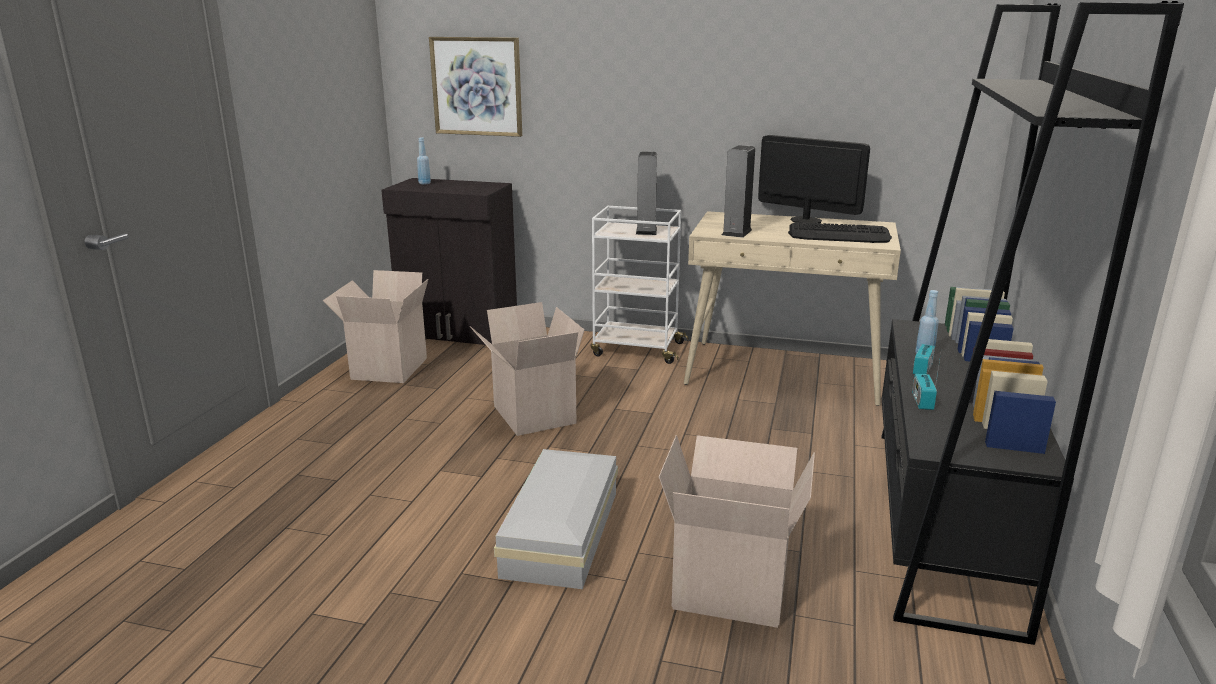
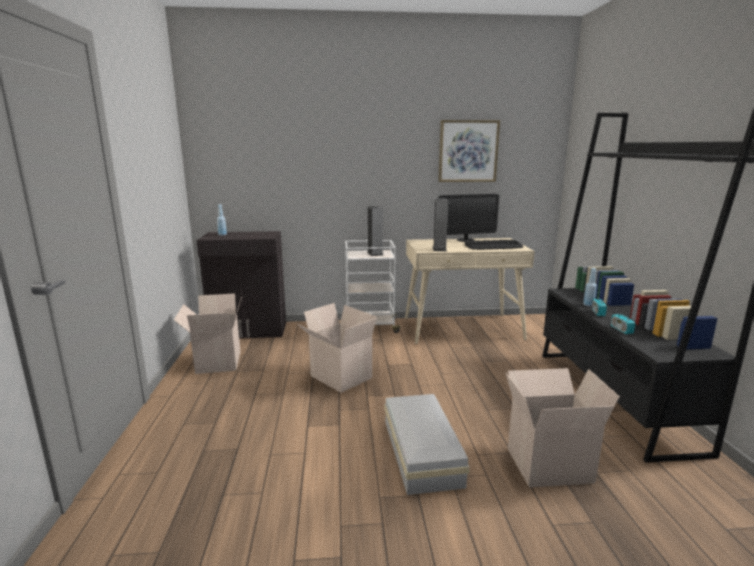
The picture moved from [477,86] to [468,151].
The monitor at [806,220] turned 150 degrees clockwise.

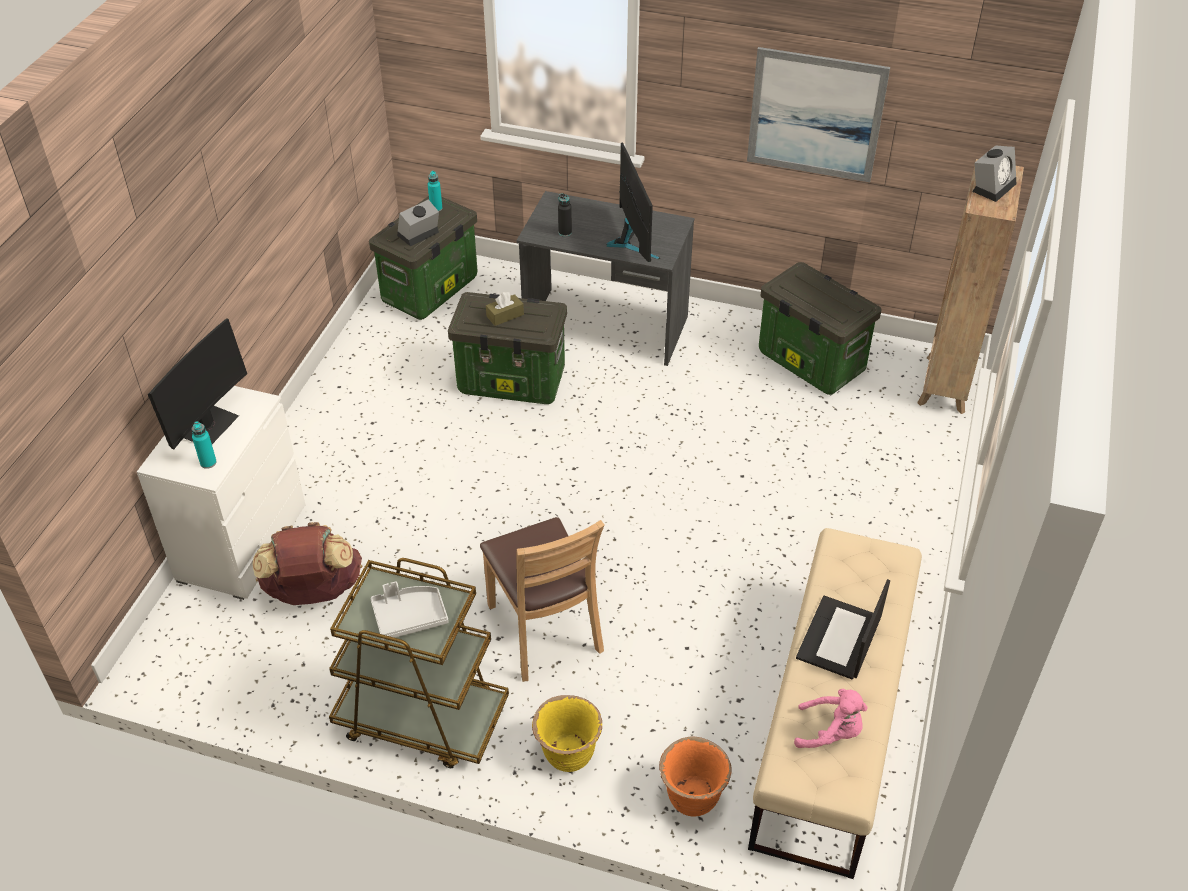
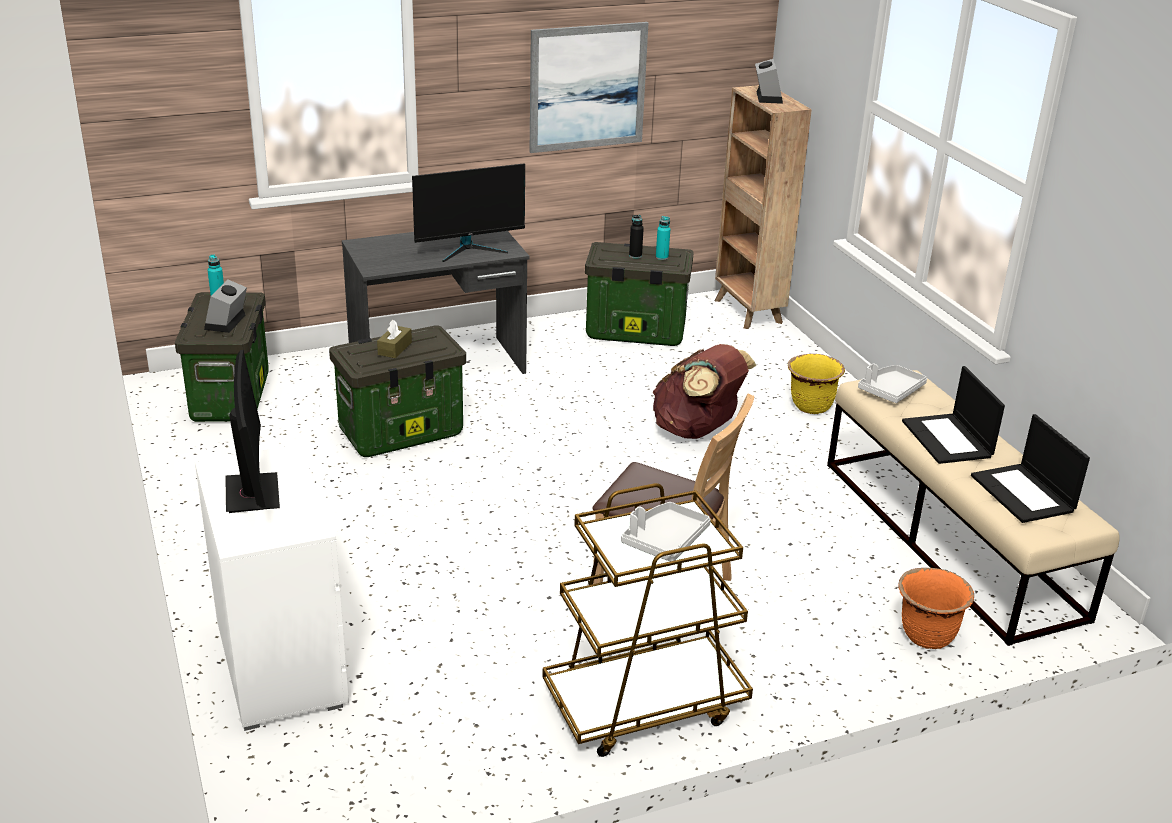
The bottle in turquoise moved from [208,462] to [662,257].
The backpack in brown moved from [313,592] to [697,430].
The planter in yellow moved from [568,754] to [811,406].
The bottle in black moved from [565,232] to [635,256].
The monitor at [631,242] turned 120 degrees clockwise.
The plush toy in pink at [830,732] was replaced by the laptop at [1024,494].
The tray in grey at [890,391] appeared.

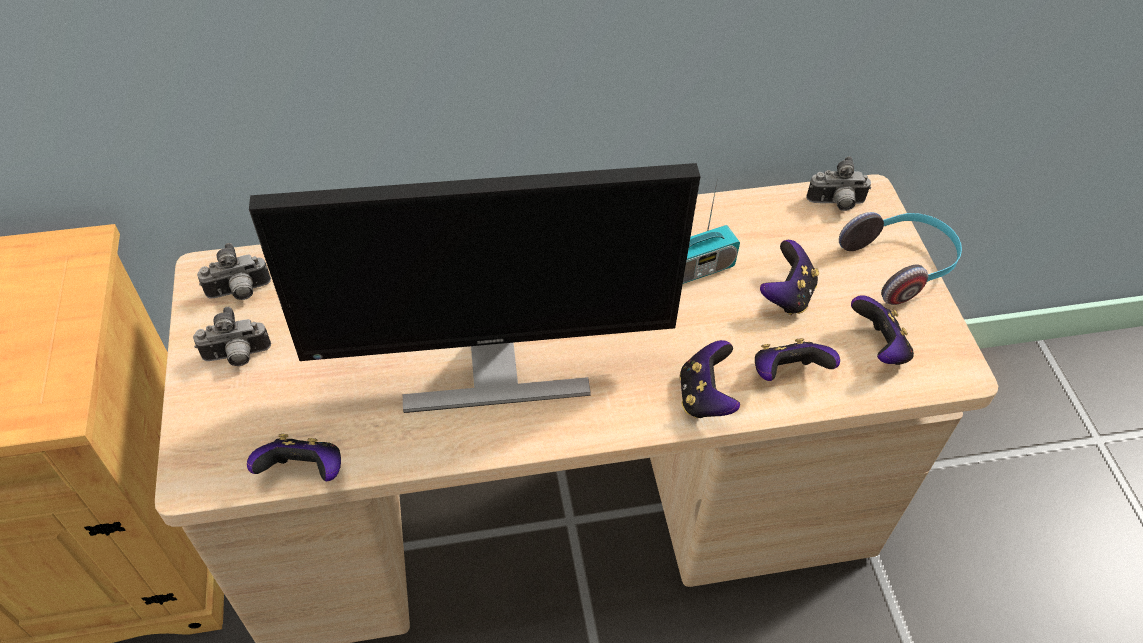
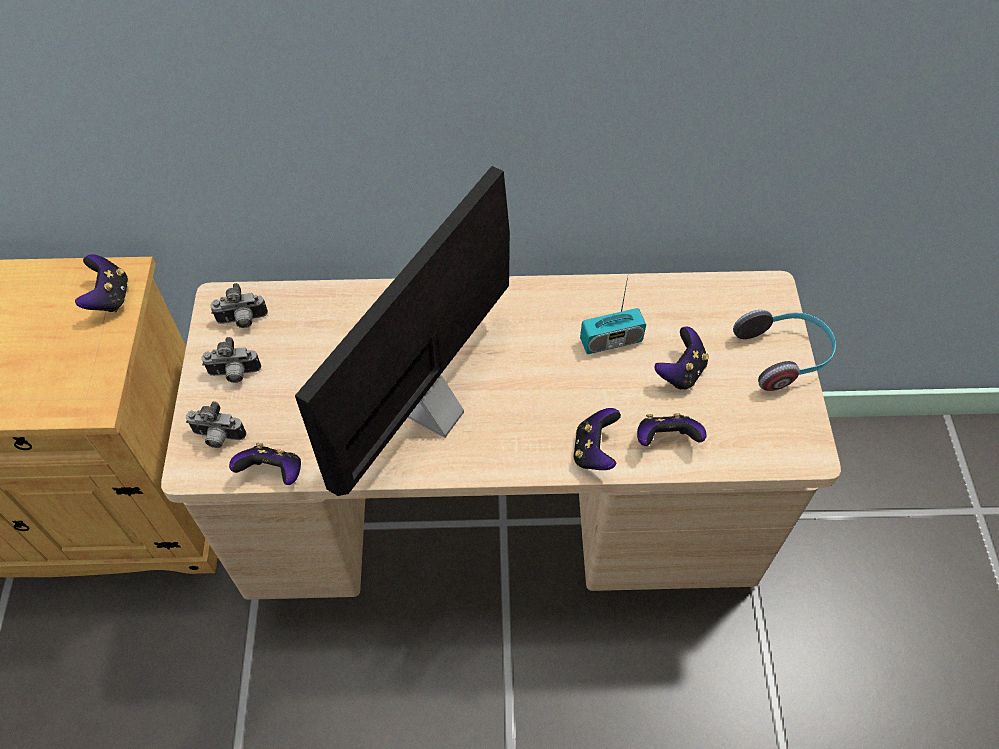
The monitor at [492,371] turned 120 degrees clockwise.
The photo camera moved from [836,204] to [218,437].
The game controller moved from [878,347] to [110,298].

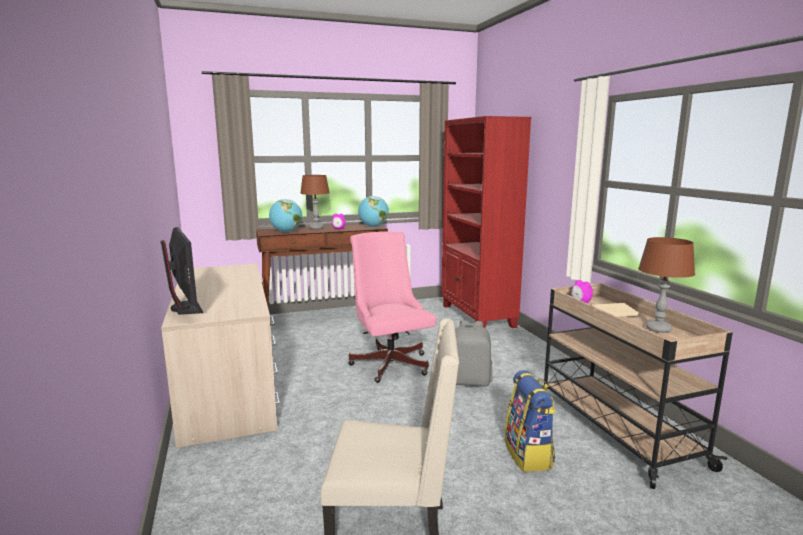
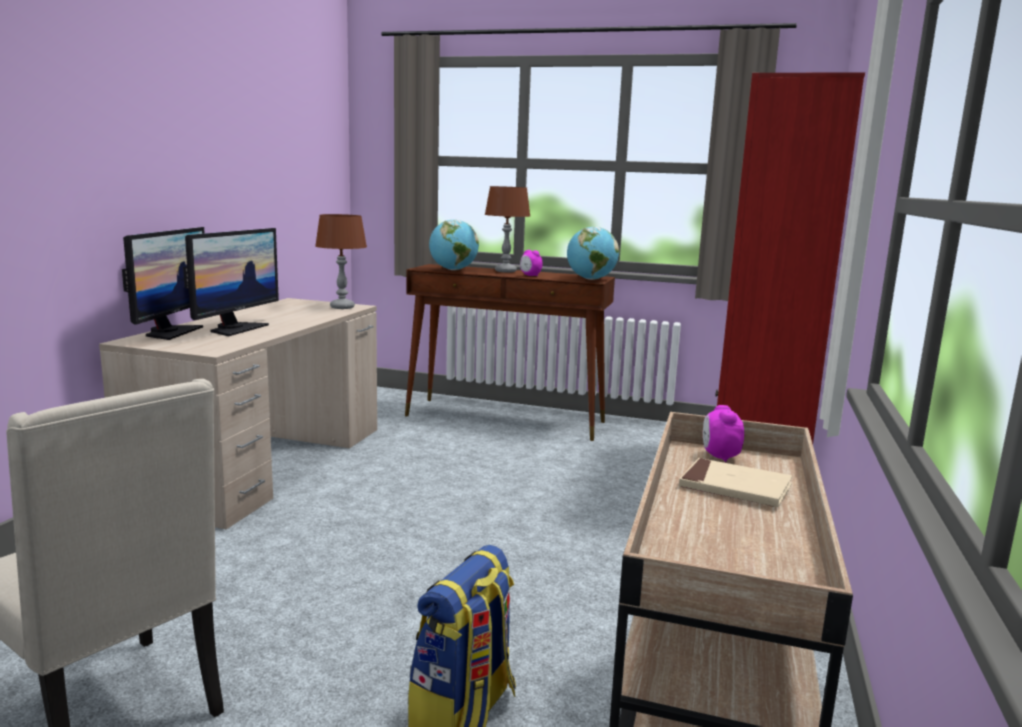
The office chair in pink at [389,362] disappeared.
The backpack in grey at [469,381] disappeared.
The table lamp in brown moved from [658,329] to [342,307].
The monitor at [235,329] appeared.

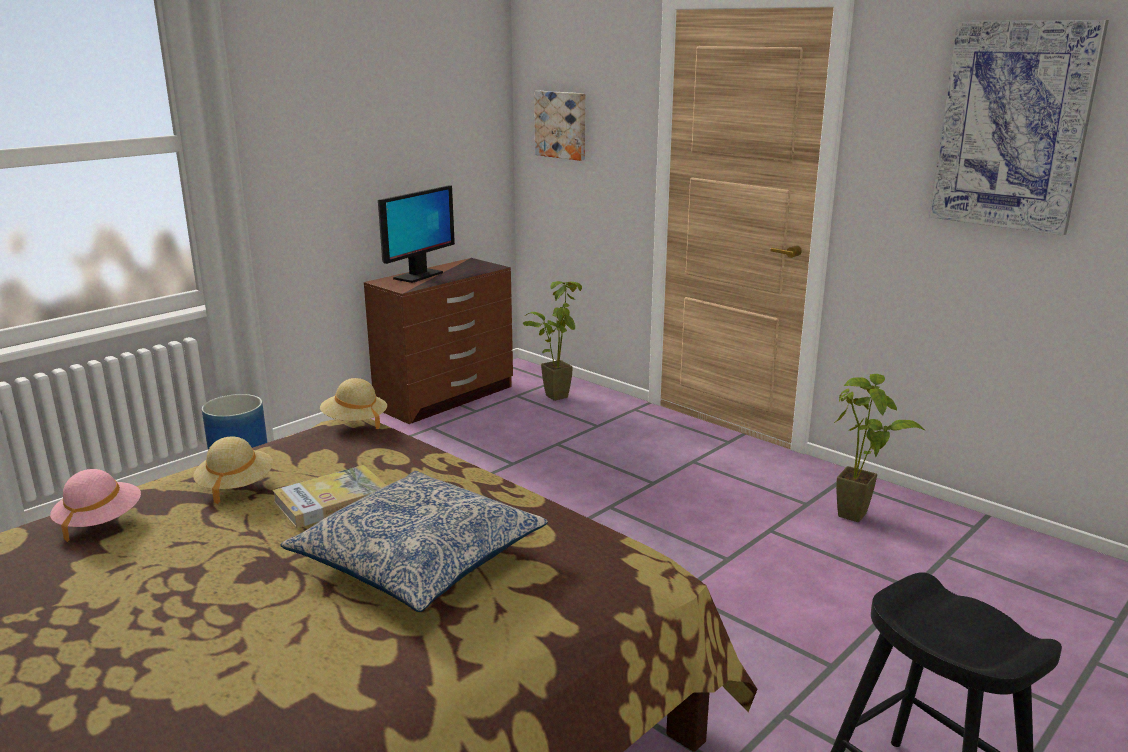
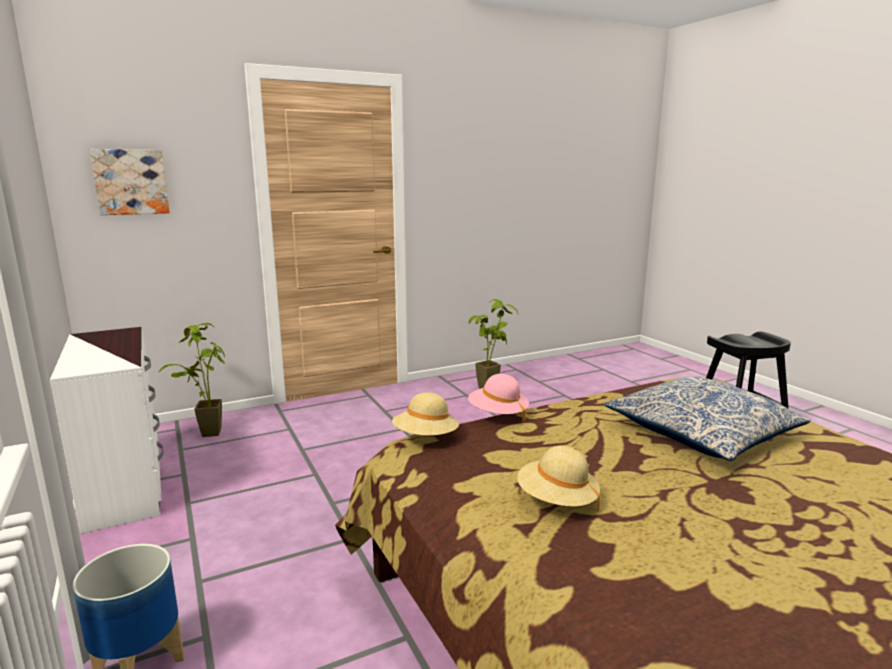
The hat in pink moved from [100,521] to [498,414].
The book at [332,501] disappeared.
The dresser in brown at [446,397] became the dresser in white at [126,484].
The monitor at [418,276] disappeared.
The picture at [1013,126] disappeared.

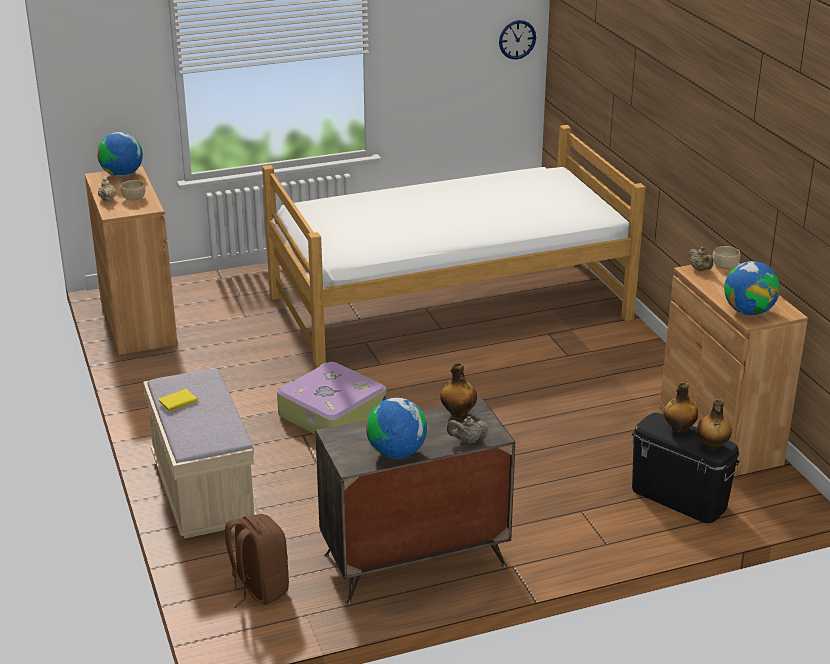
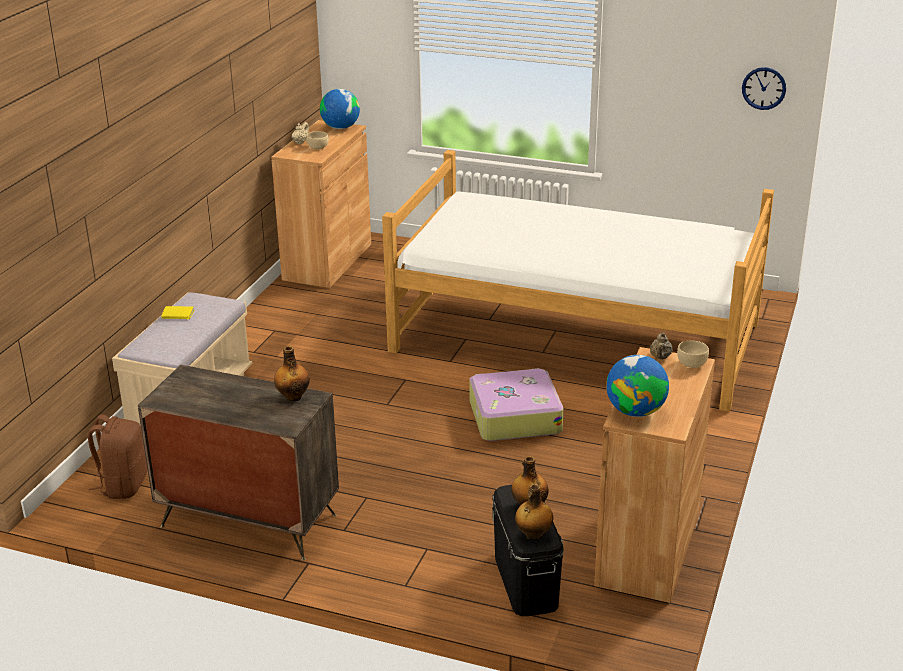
The suitcase moved from [331,414] to [514,416].
The globe at [396,453] disappeared.
The teapot in beige at [467,441] disappeared.

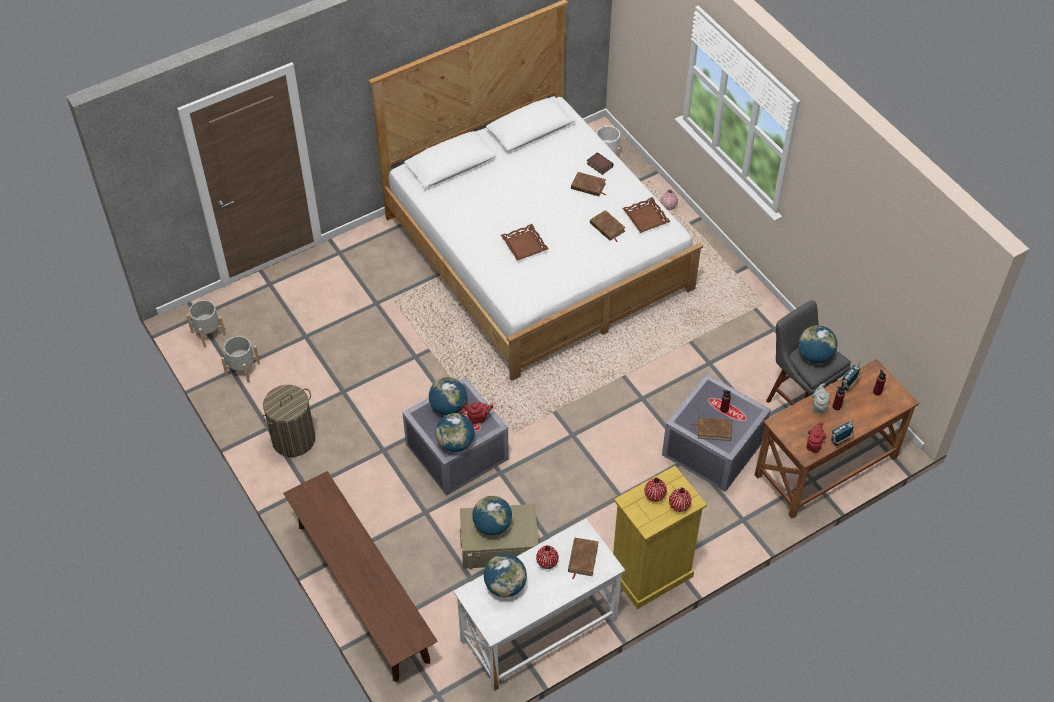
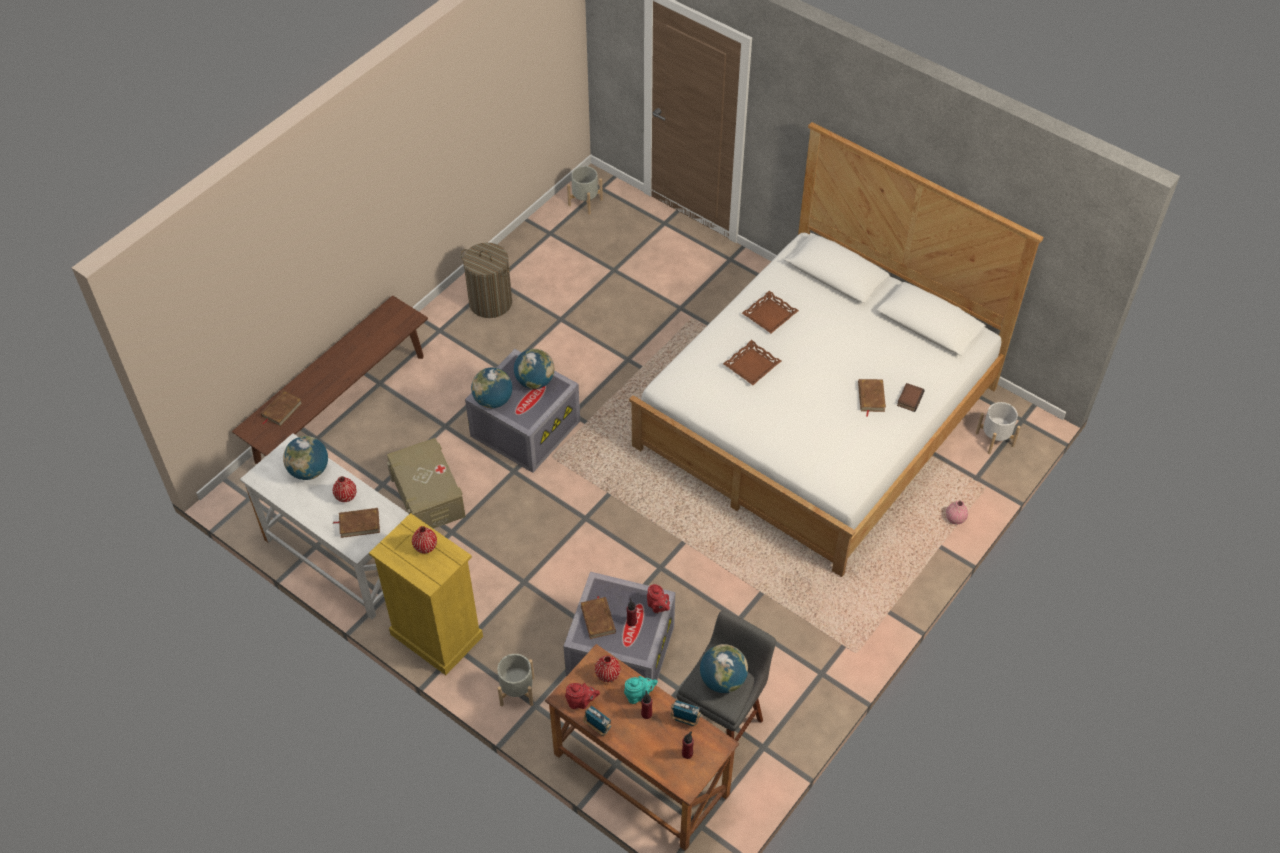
The planter in grey moved from [242,369] to [517,691].
The teapot in red moved from [479,418] to [658,607].
The globe at [492,525] disappeared.
The book in brown moved from [607,227] to [281,410].
The tray in brown moved from [646,218] to [770,315].
The vase in red moved from [679,505] to [607,674].
The teapot in grey at [819,406] became the teapot in turquoise at [639,695].

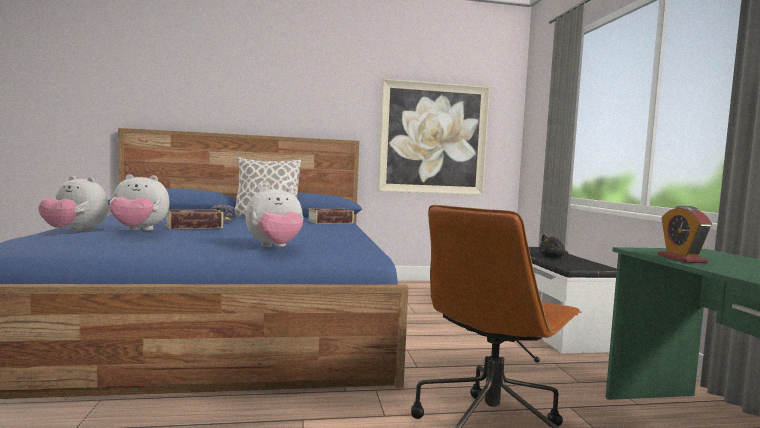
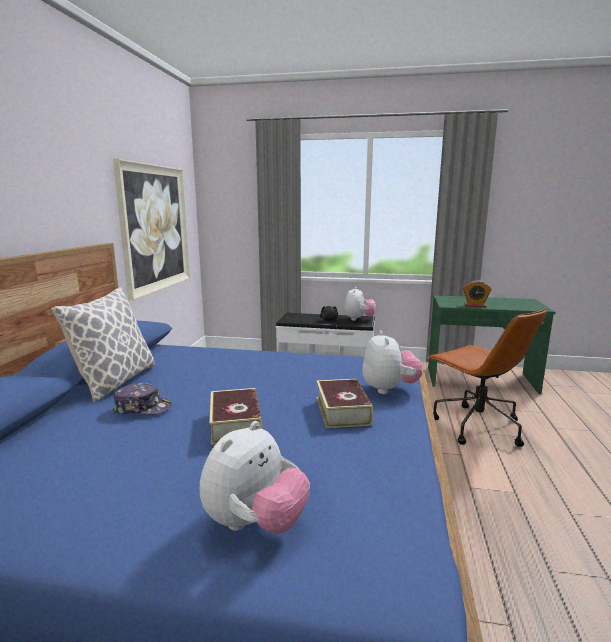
The plush toy moved from [138,230] to [358,319].
The book moved from [330,221] to [342,411].

